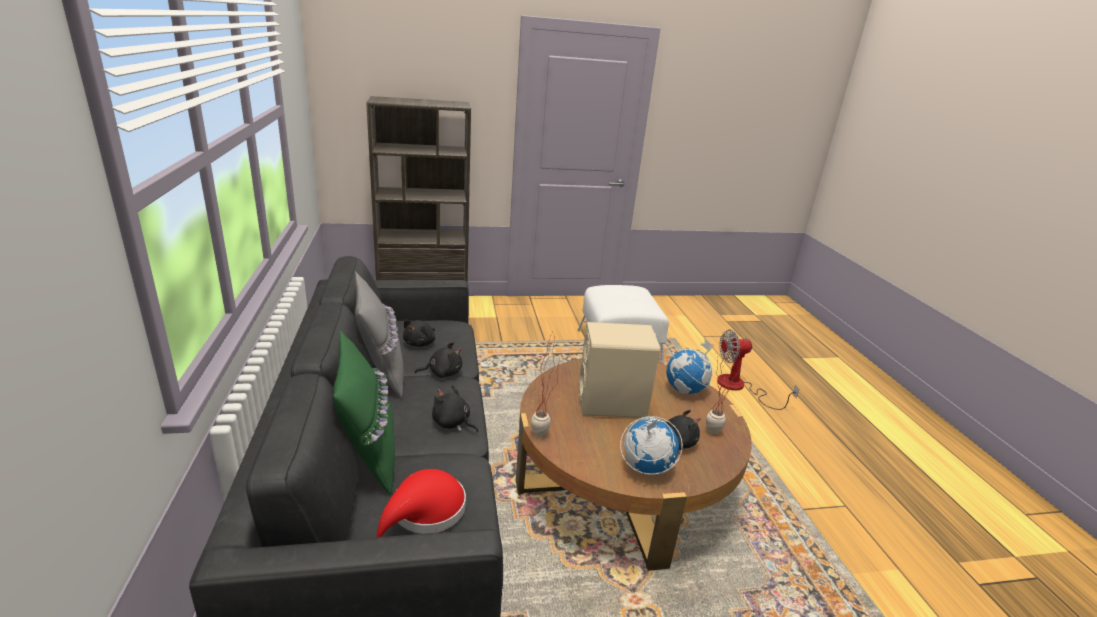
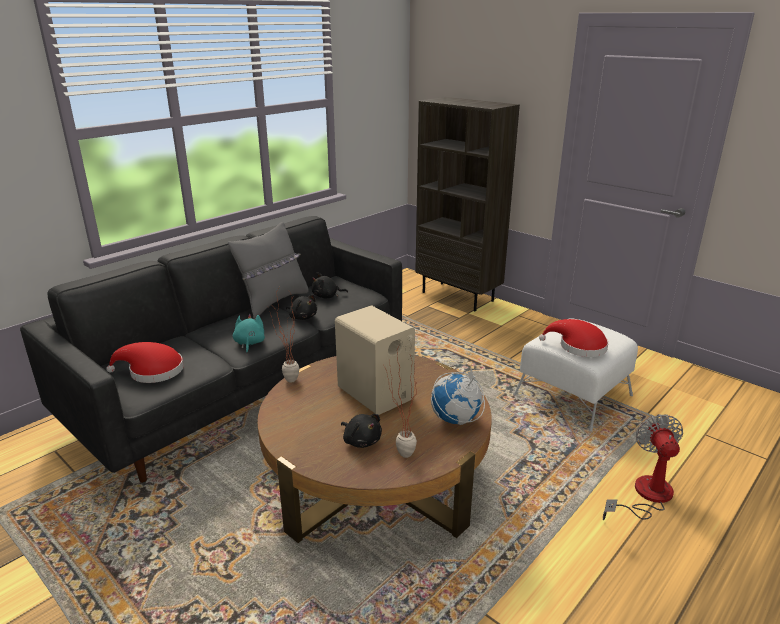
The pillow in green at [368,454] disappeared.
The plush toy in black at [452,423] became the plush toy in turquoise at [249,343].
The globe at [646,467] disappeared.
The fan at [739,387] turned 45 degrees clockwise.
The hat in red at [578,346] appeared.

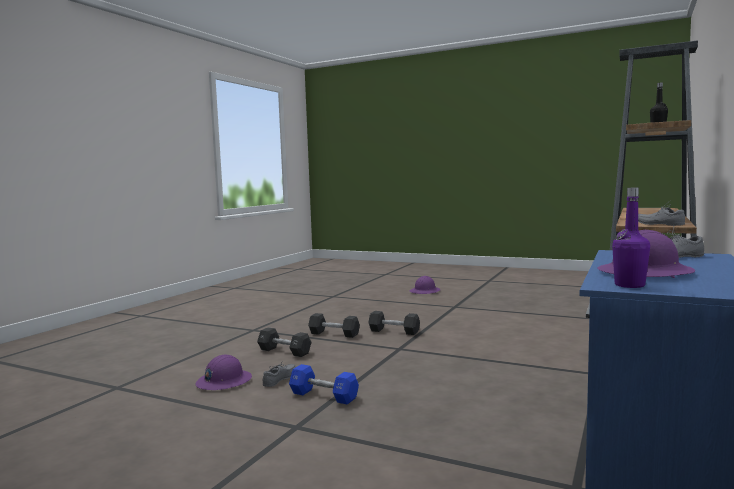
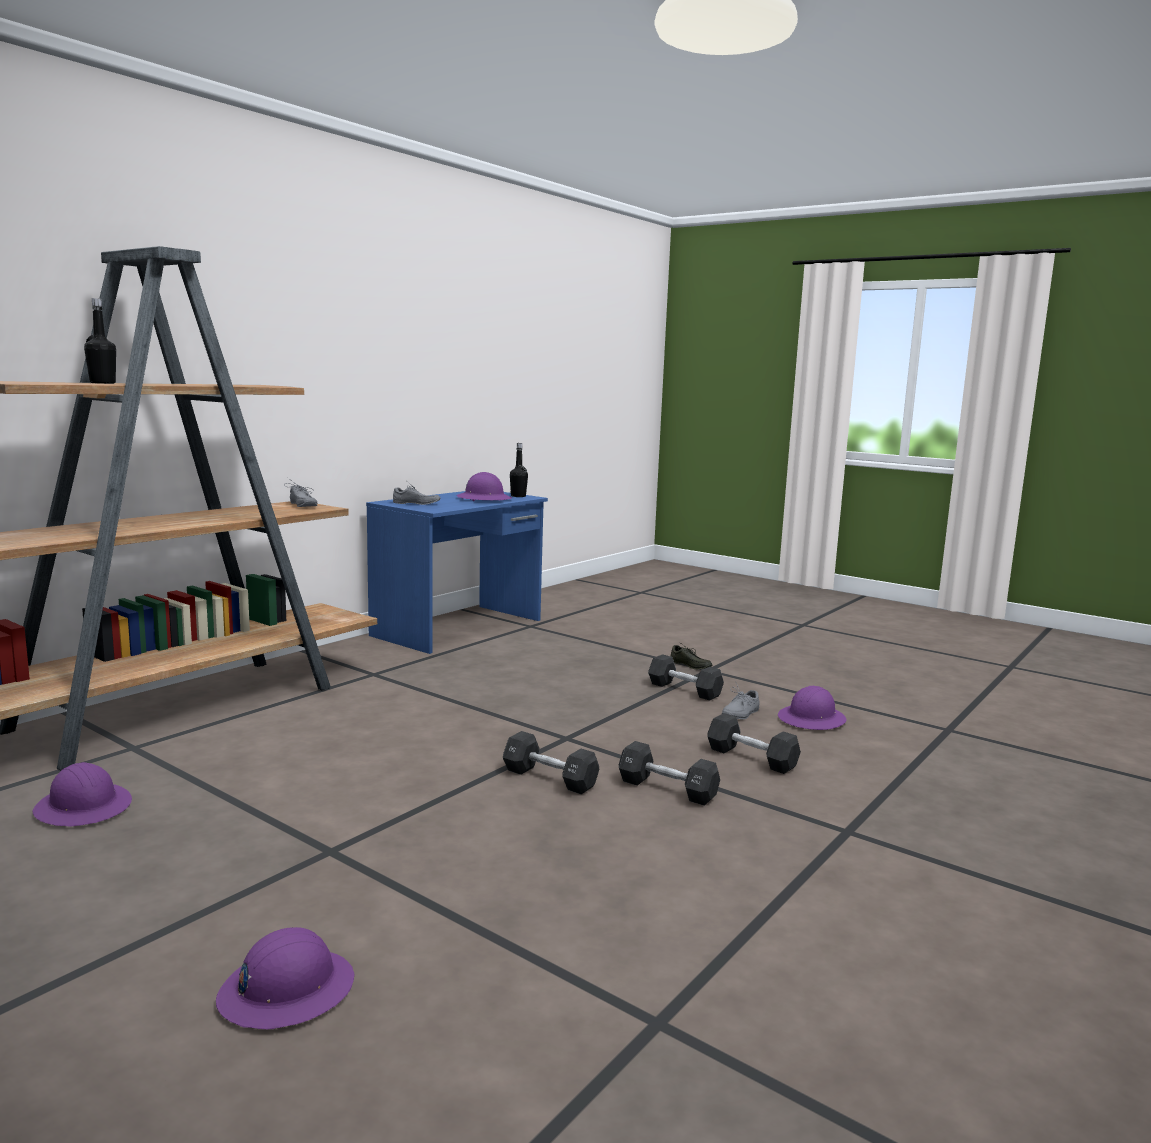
The dumbbell in blue at [324,396] became the dumbbell in black at [684,690].
The bottle in purple at [629,285] became the bottle in black at [518,496].
The hard hat in purple at [84,807] appeared.
The shoe in grey at [689,666] appeared.

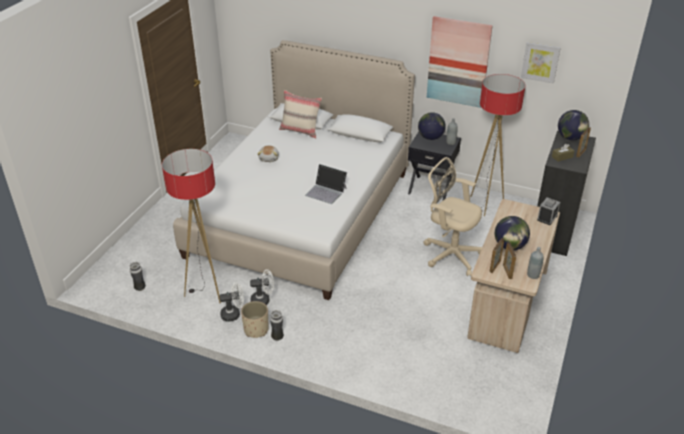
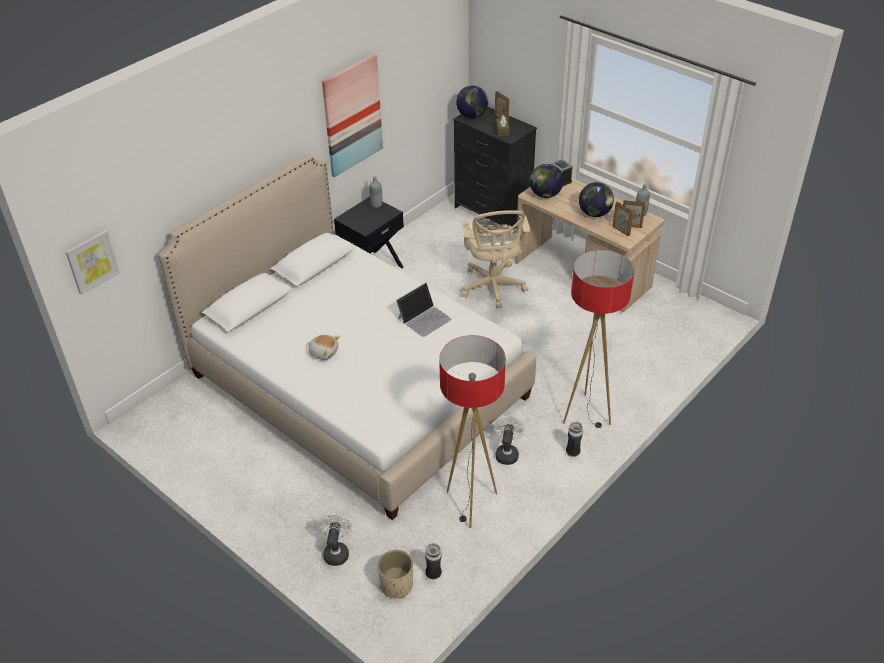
The fan in white moved from [233,314] to [336,551].
The planter in beige moved from [256,329] to [396,585].
The pillow in beige at [300,131] disappeared.
The globe moved from [430,138] to [545,195].
The office chair in beige at [450,254] turned 60 degrees counterclockwise.
The floor lamp moved from [486,205] to [586,414].
The picture moved from [540,62] to [92,261].

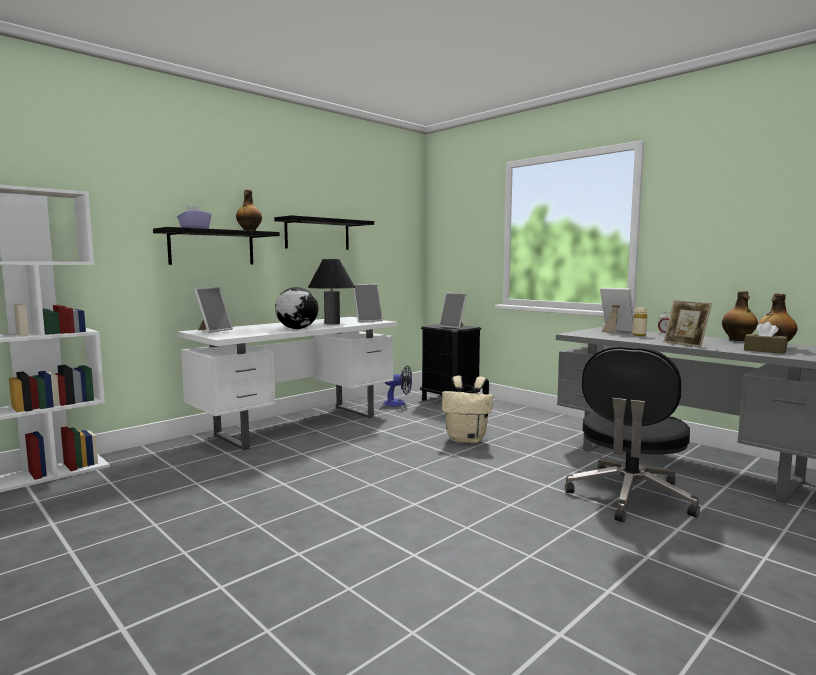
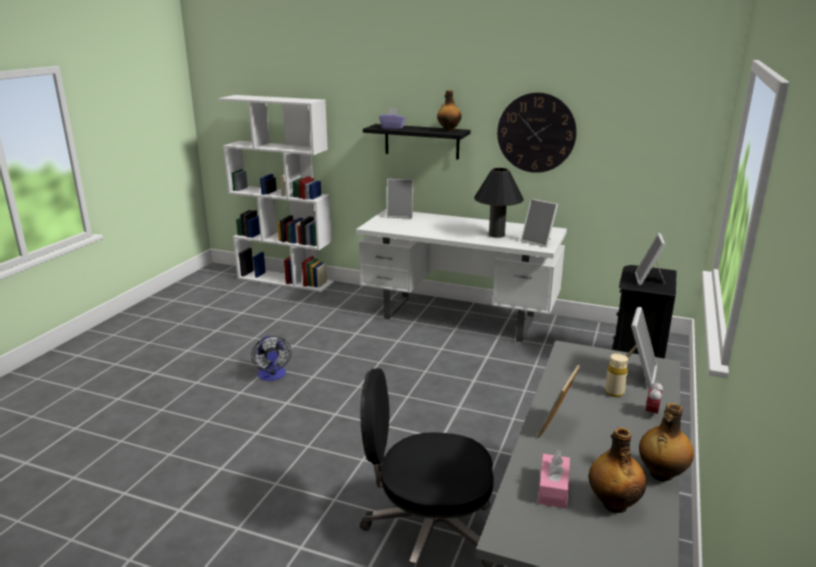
The shelf in black at [317,234] was replaced by the wall clock at [536,133].
The globe at [297,328] disappeared.
The fan moved from [398,403] to [272,376].
The backpack in beige at [467,439] disappeared.
The tissue box in brown at [764,350] became the tissue box in pink at [553,489].

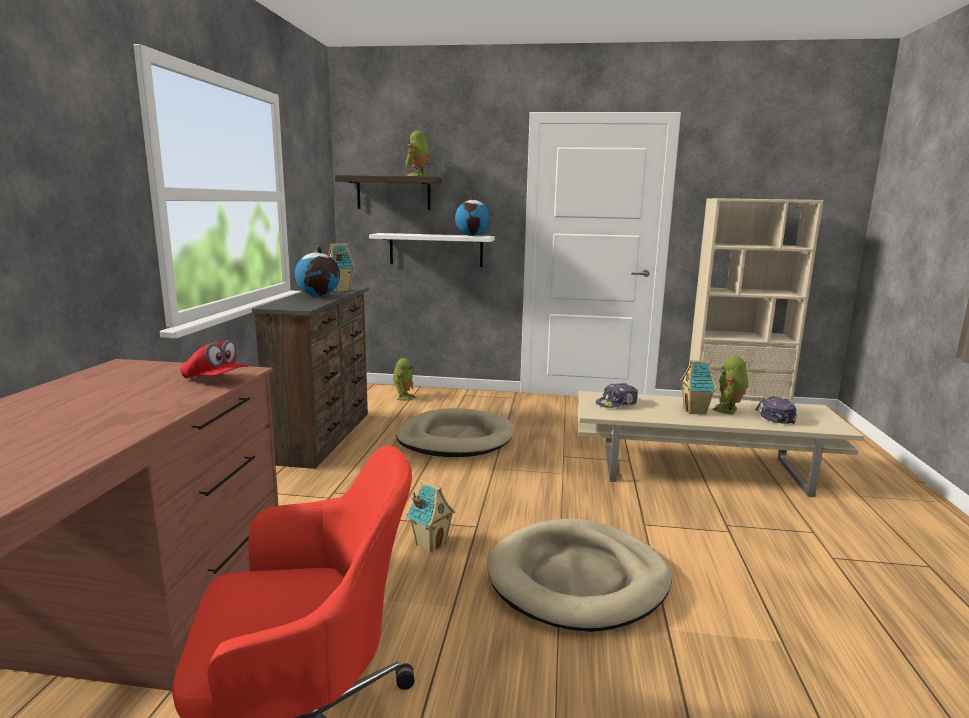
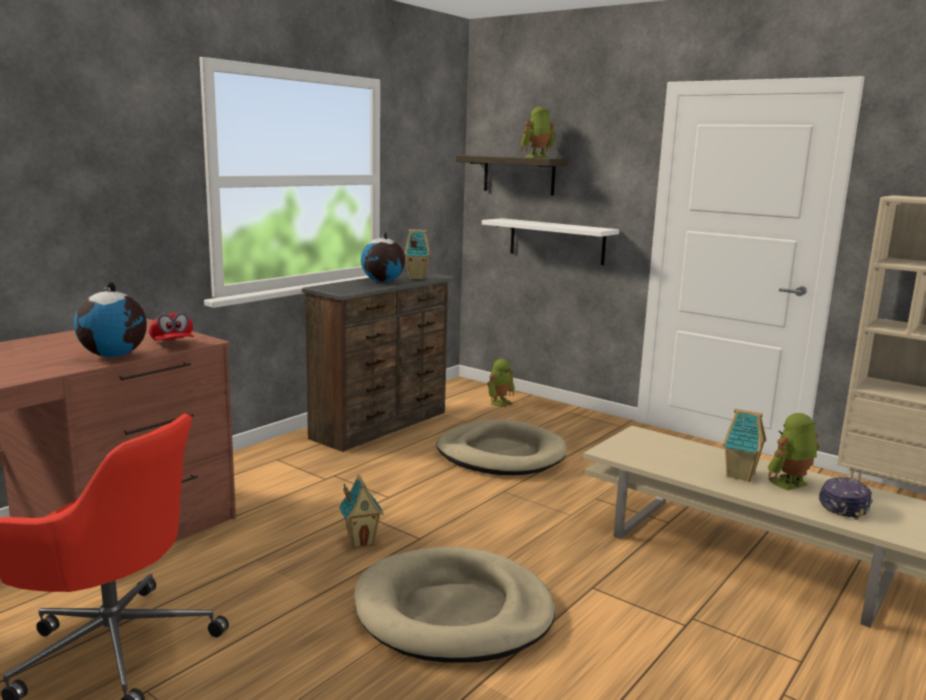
The globe moved from [472,236] to [114,356].
The cap at [617,403] disappeared.

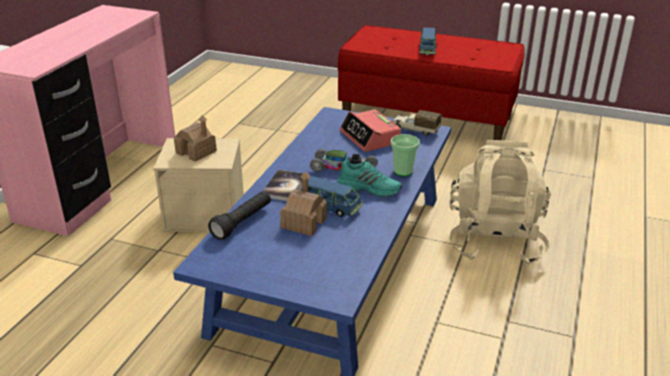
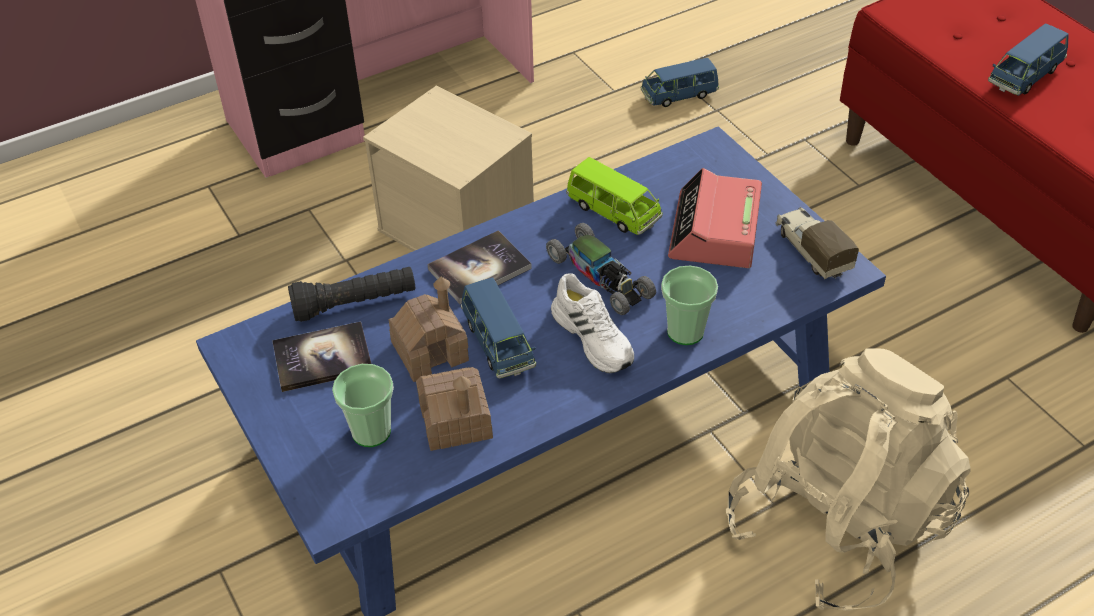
The toy house moved from [196,152] to [456,421].
The shoe in turquoise at [369,188] became the shoe in white at [594,337].
The book at [322,358] appeared.
The cup at [371,431] appeared.
The toy car in green at [613,212] appeared.
The toy car in blue at [679,95] appeared.

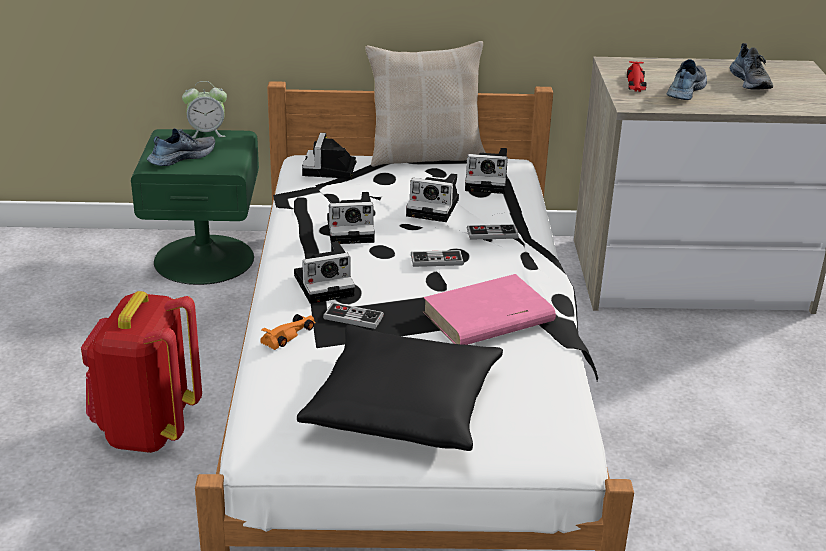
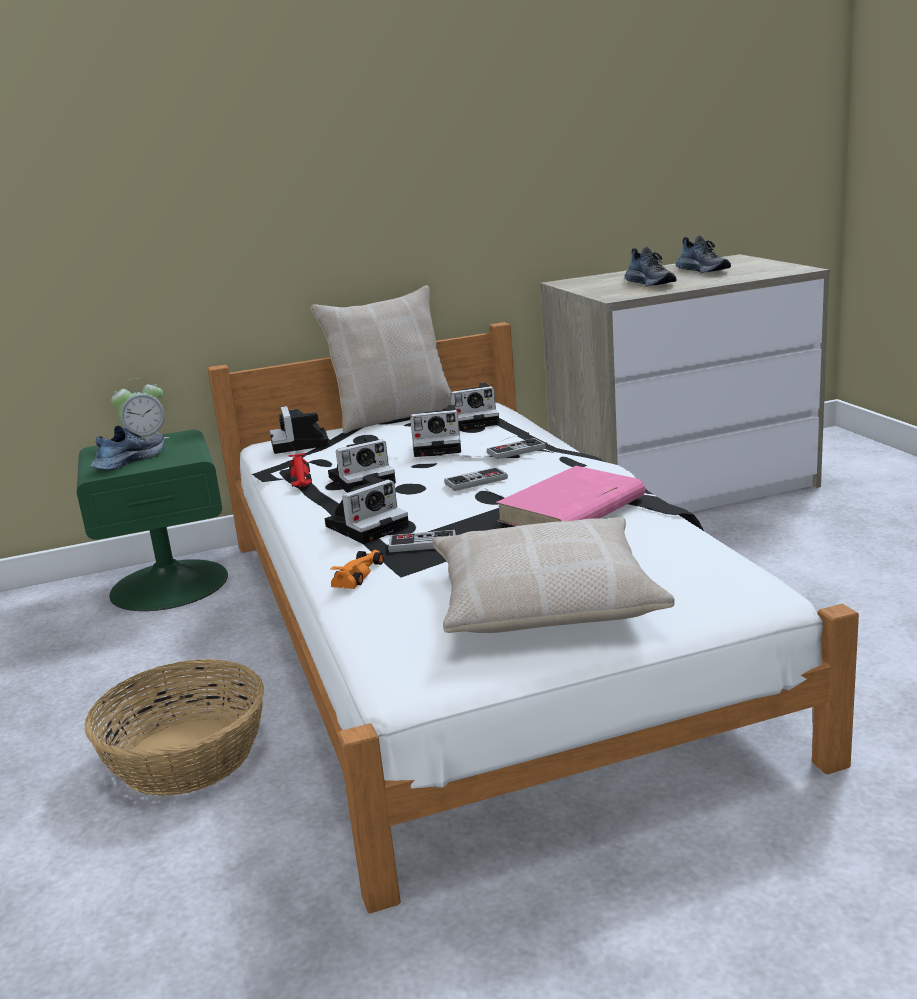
The backpack in red at [147,430] was replaced by the basket at [188,757].
The pillow in black at [404,404] became the pillow in beige at [544,599].
The toy car in red moved from [635,83] to [300,478].
The shoe at [684,91] turned 150 degrees clockwise.

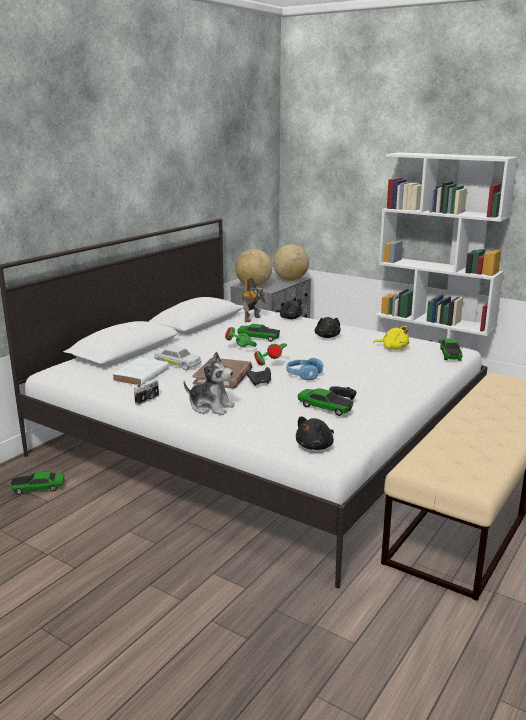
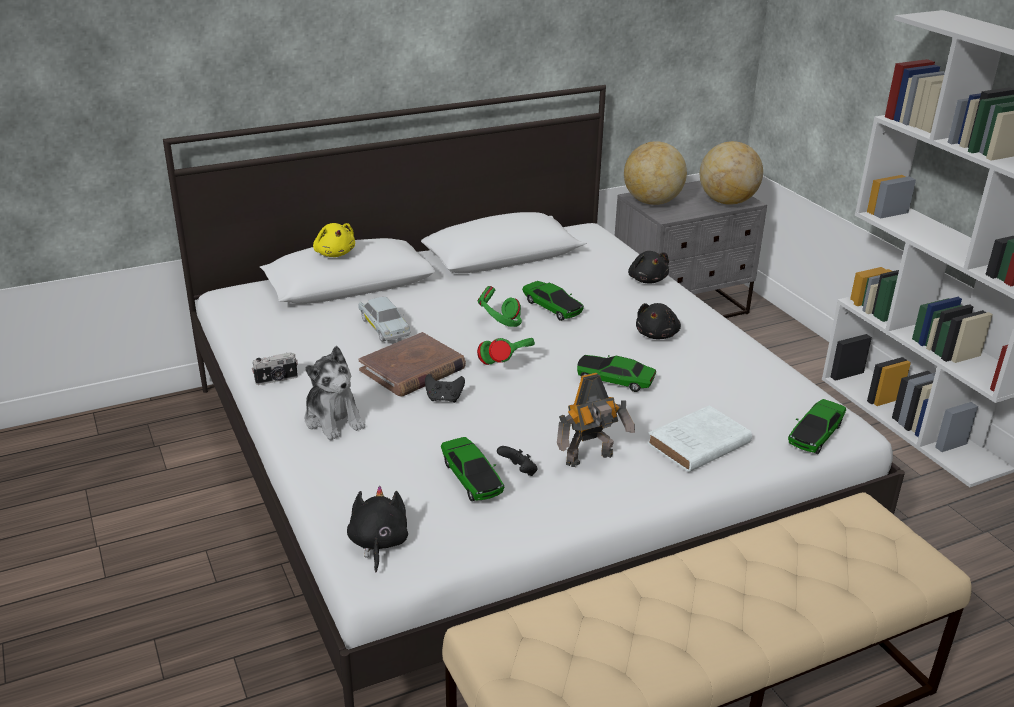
The toy car moved from [38,488] to [615,380].
The book in white moved from [140,376] to [696,445].
The toy robot moved from [253,319] to [591,460].
The headphones in blue at [303,374] disappeared.
The plush toy in black at [316,446] turned 105 degrees clockwise.
The plush toy in yellow moved from [393,348] to [334,253].

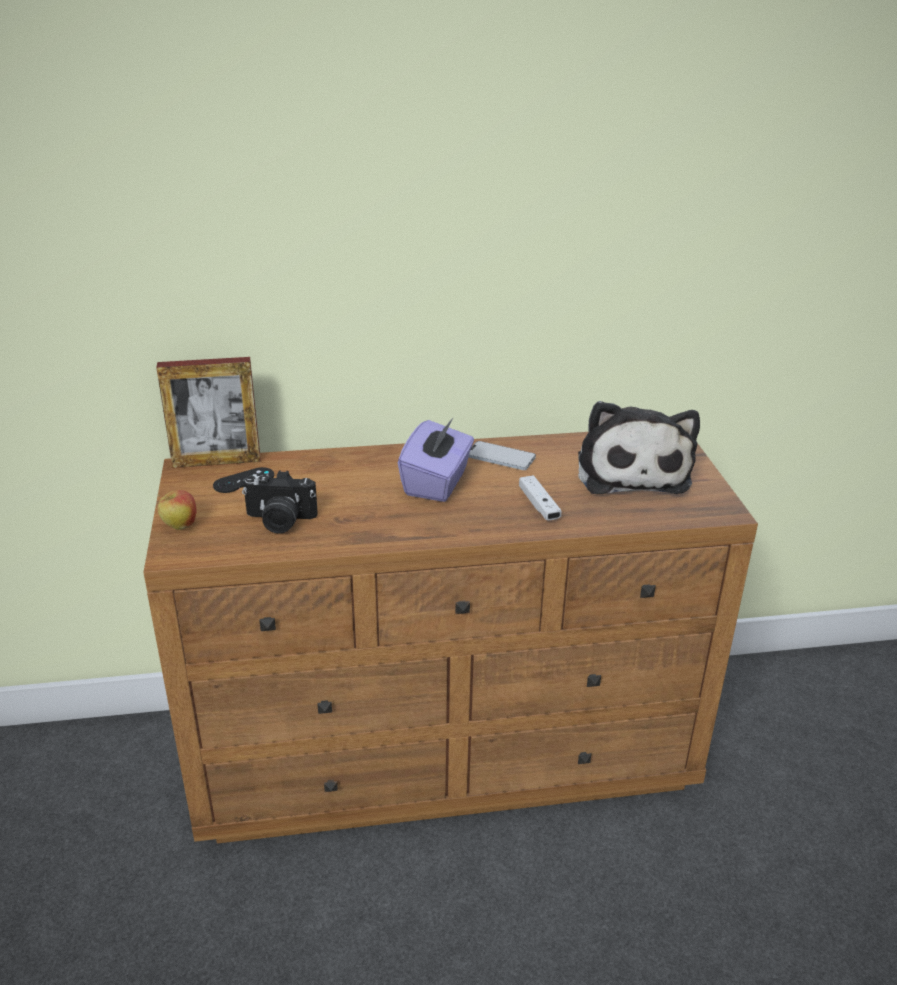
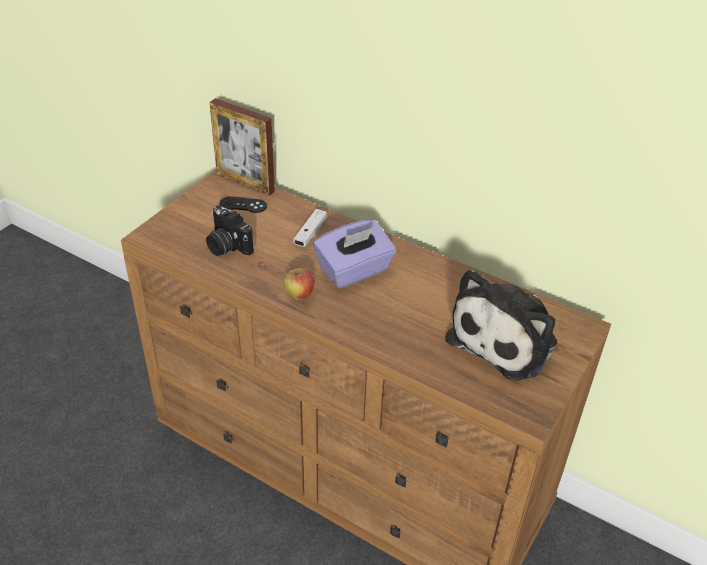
The apple moved from [180,526] to [299,295].
The phone at [500,457] disappeared.
The game controller in white moved from [539,505] to [310,233].

